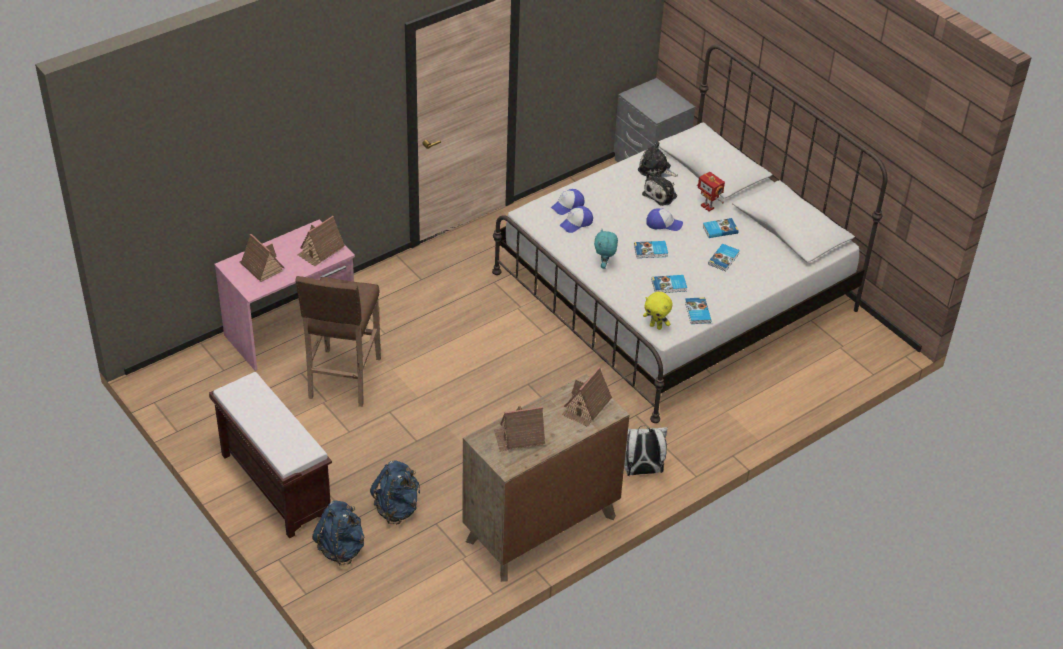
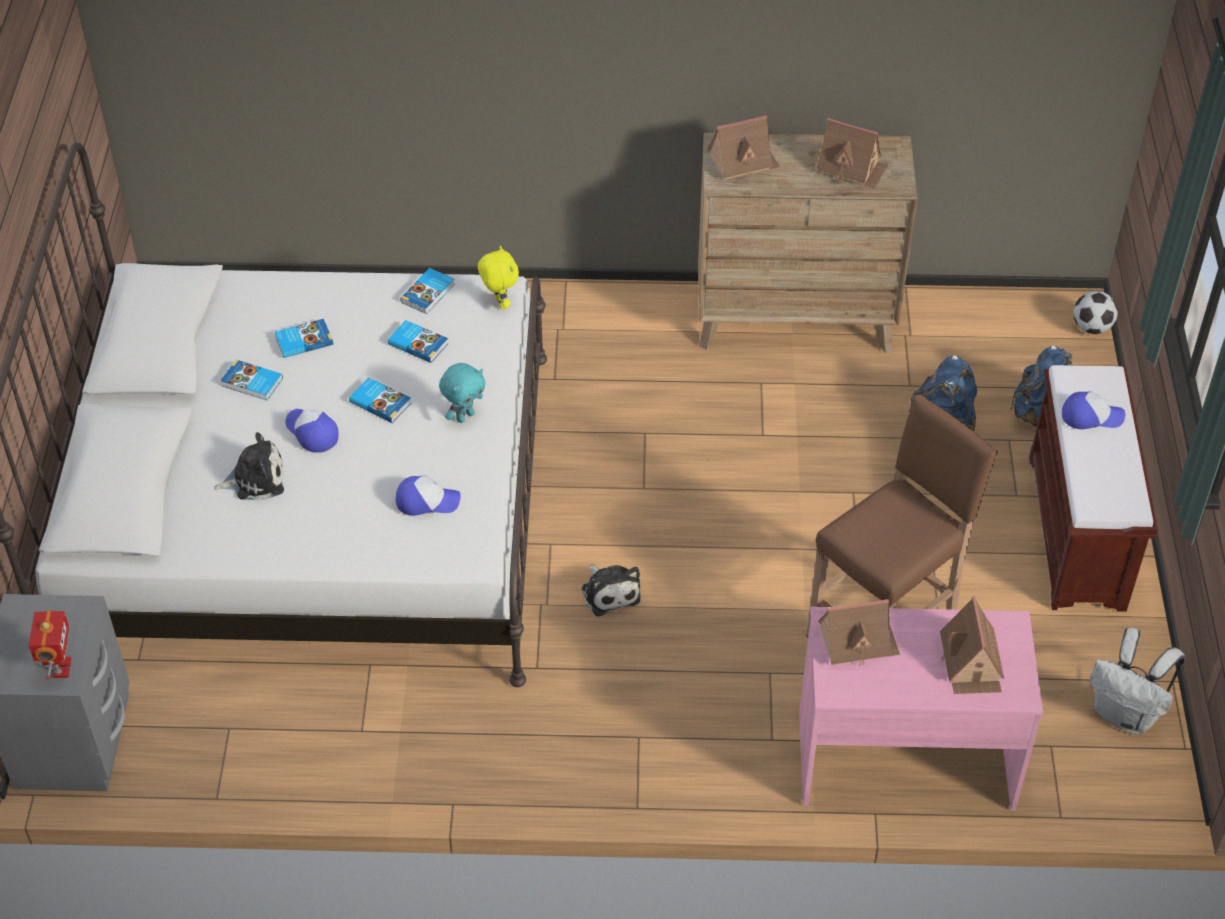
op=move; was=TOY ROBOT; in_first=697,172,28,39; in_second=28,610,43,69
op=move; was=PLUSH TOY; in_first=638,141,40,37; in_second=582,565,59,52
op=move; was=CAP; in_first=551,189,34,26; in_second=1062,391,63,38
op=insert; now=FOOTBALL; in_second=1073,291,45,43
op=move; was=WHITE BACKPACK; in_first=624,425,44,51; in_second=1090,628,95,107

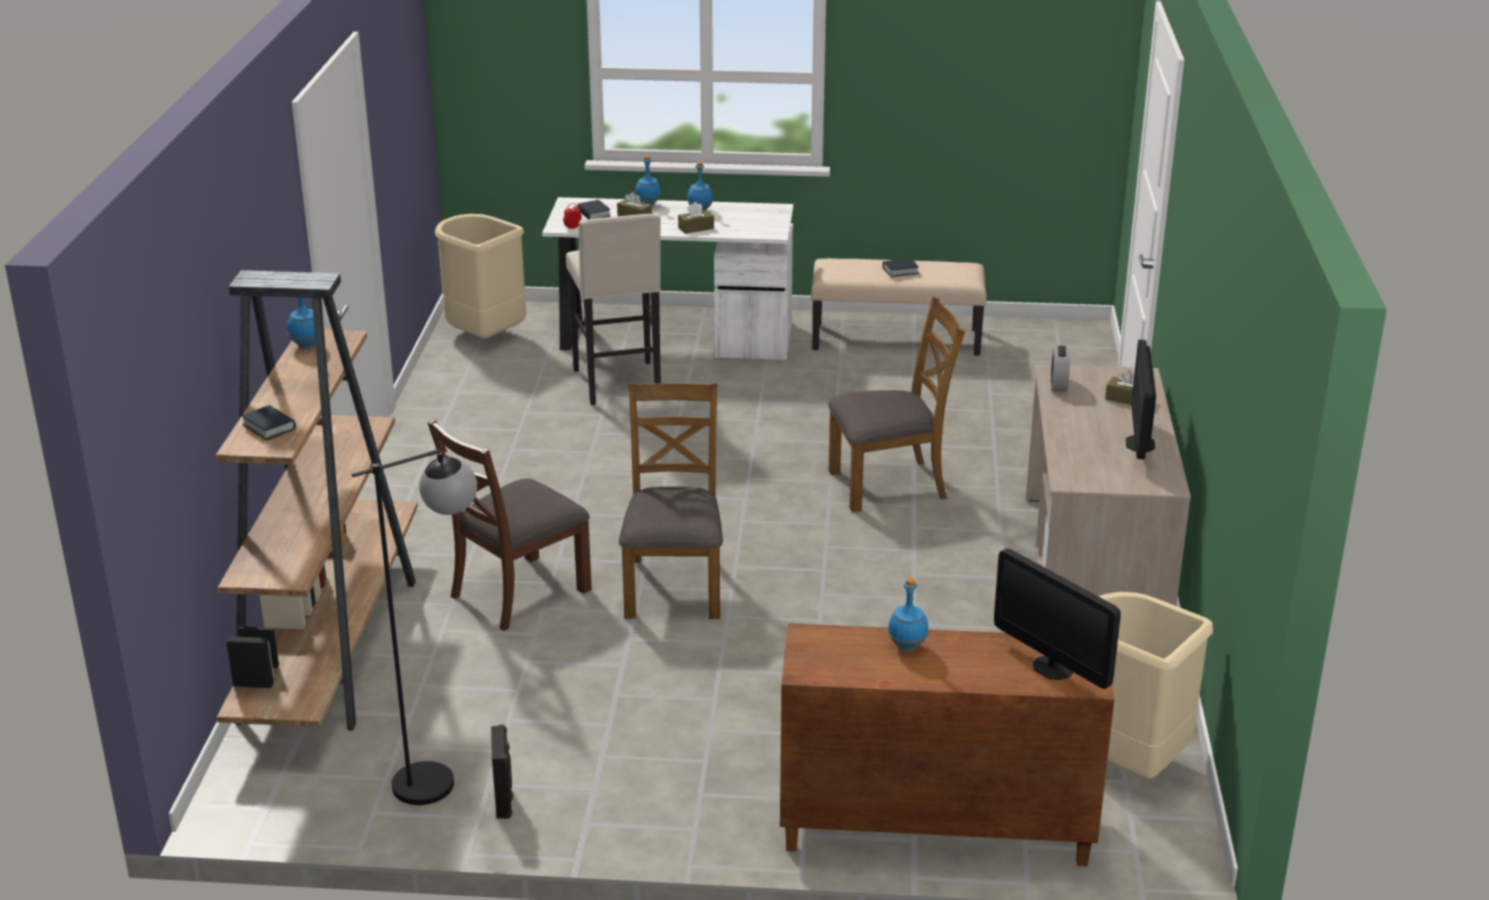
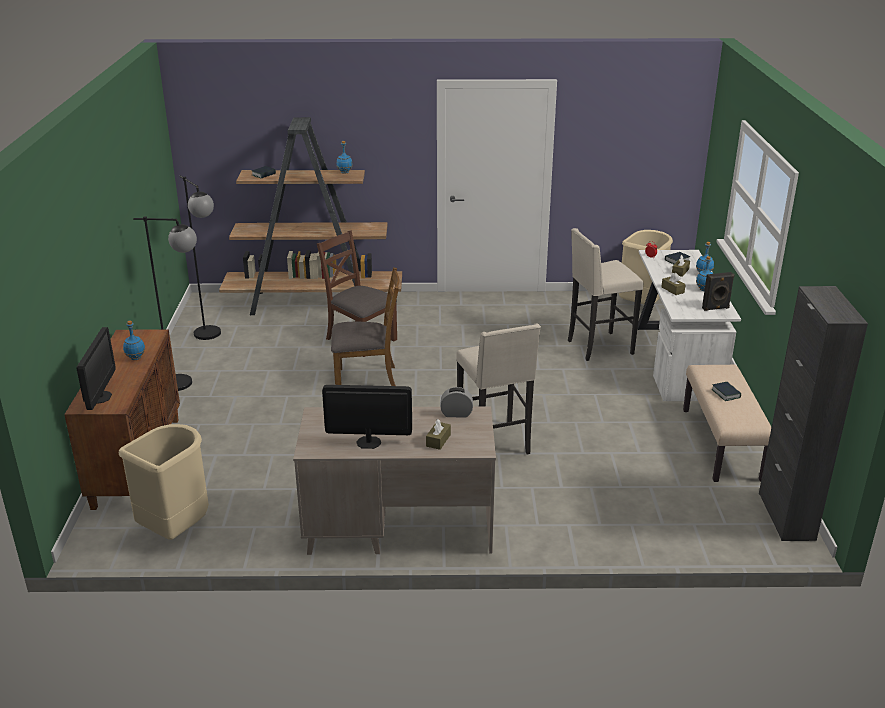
op=rotate; was=MONITOR; in_first=994,548,127,141; in_second=76,327,40,83; clockwise=135
op=insert; now=BLACK FLOOR LAMP; in_second=133,216,64,175
op=replace; was=BROWN CHAIR; now=BEIGE STOOL; in_first=828,297,137,215; in_second=456,323,85,131
op=move; was=BLACK SPEAKER; in_first=491,724,22,95; in_second=702,272,33,39
op=insert; now=BLACK CABINET; in_second=759,286,109,255

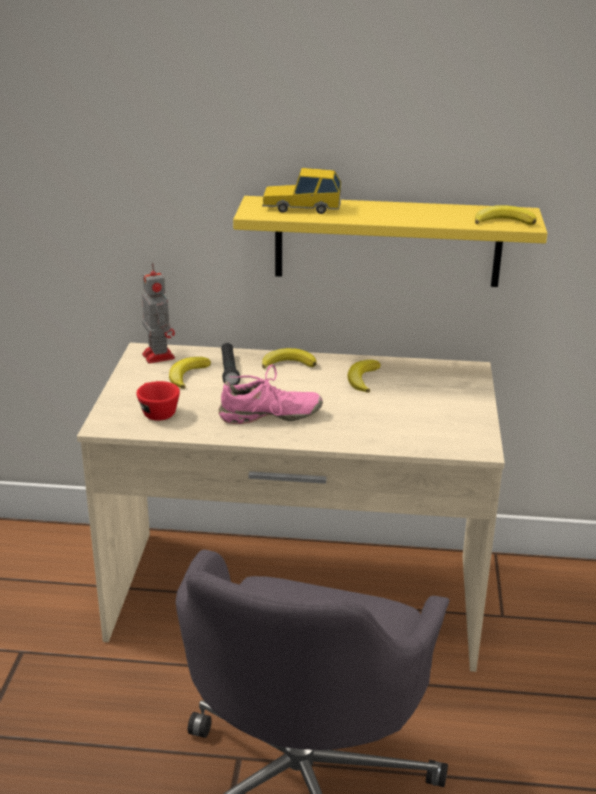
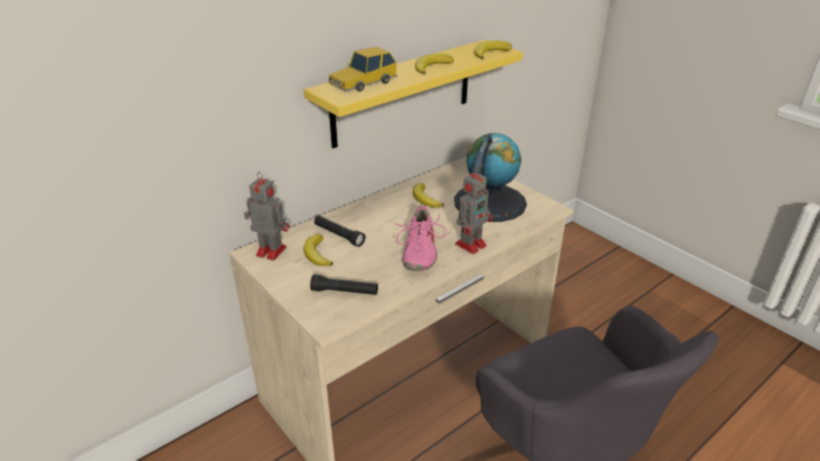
op=replace; was=RED CUP; now=BLACK FLASHLIGHT; in_first=136,381,44,40; in_second=310,274,68,21
op=rotate; was=PINK SHOE; in_first=219,364,104,60; in_second=394,205,52,66; clockwise=150
op=move; was=BANANA; in_first=262,348,55,21; in_second=415,53,39,22
op=insert; now=GLOBE; in_second=454,133,73,89
op=insert; now=TOY ROBOT; in_second=455,166,38,88

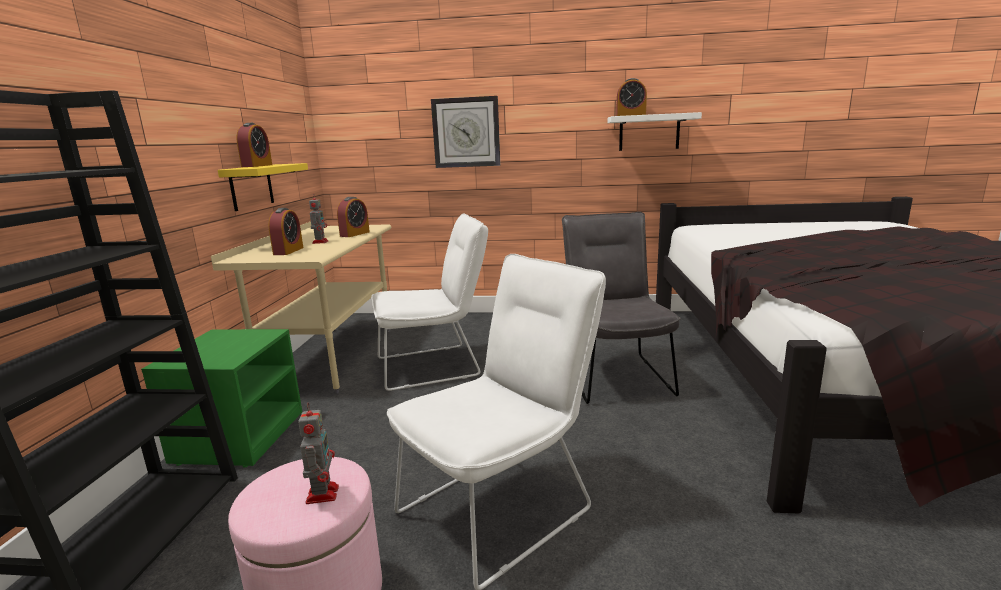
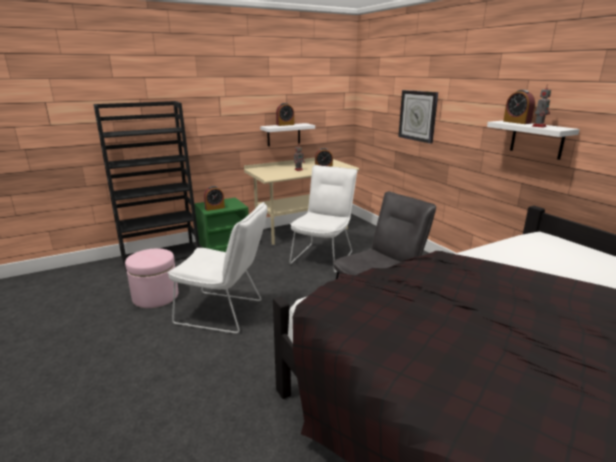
op=move; was=ALARM CLOCK; in_first=269,208,34,47; in_second=204,186,21,25
op=recolor; was=YELLOW SHELF; now=WHITE SHELF; in_first=218,163,90,48; in_second=260,123,55,23
op=rotate; was=WHITE CHAIR; in_first=371,214,117,177; in_second=289,165,68,108; clockwise=-105
op=move; was=TOY ROBOT; in_first=298,403,41,101; in_second=532,84,19,44

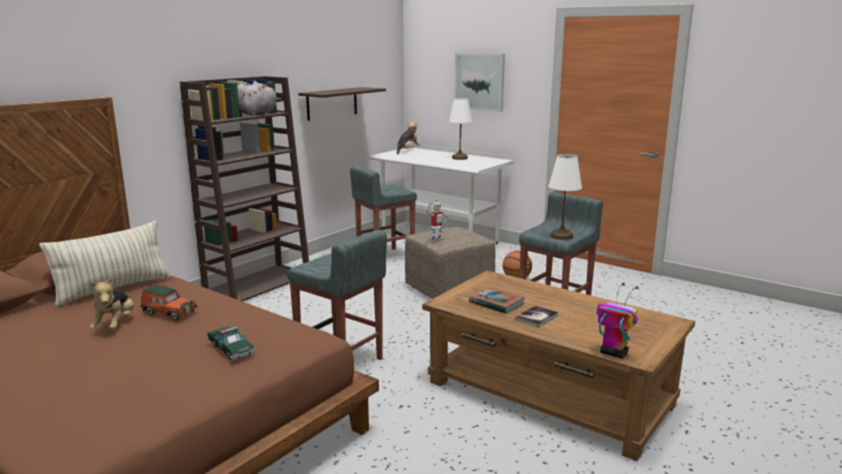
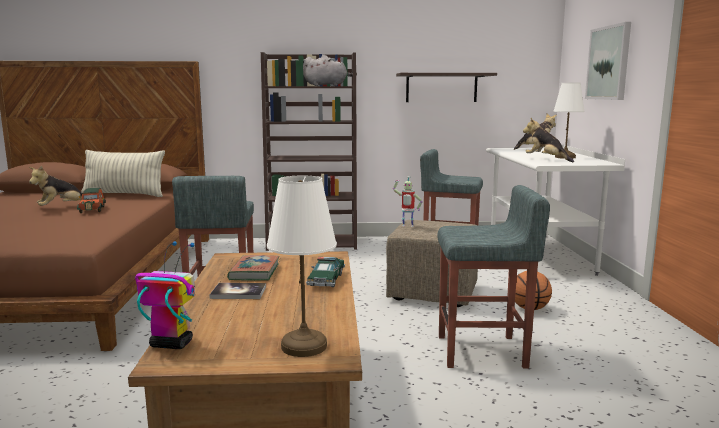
op=rotate; was=TOY ROBOT; in_first=597,283,42,76; in_second=135,241,60,108; clockwise=-75
op=move; was=WHITE TABLE LAMP; in_first=549,154,33,86; in_second=267,176,70,181
op=move; was=TOY CAR; in_first=206,326,50,34; in_second=306,257,39,30
op=insert; now=PLUSH TOY; in_second=523,118,51,44

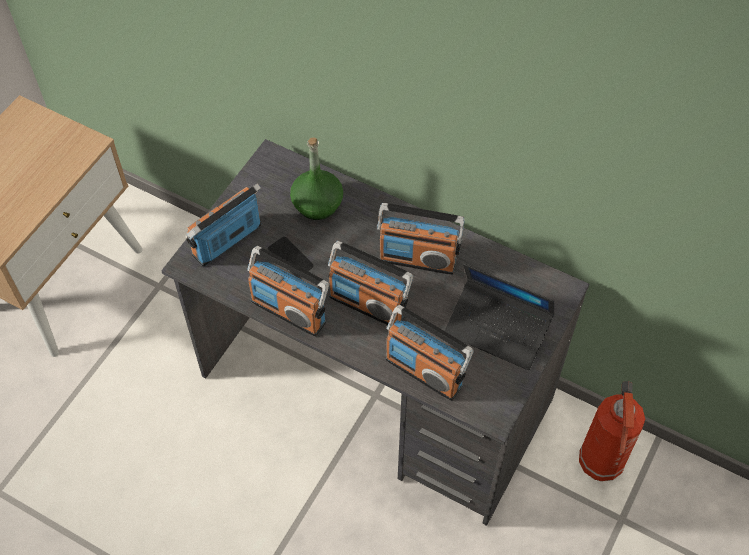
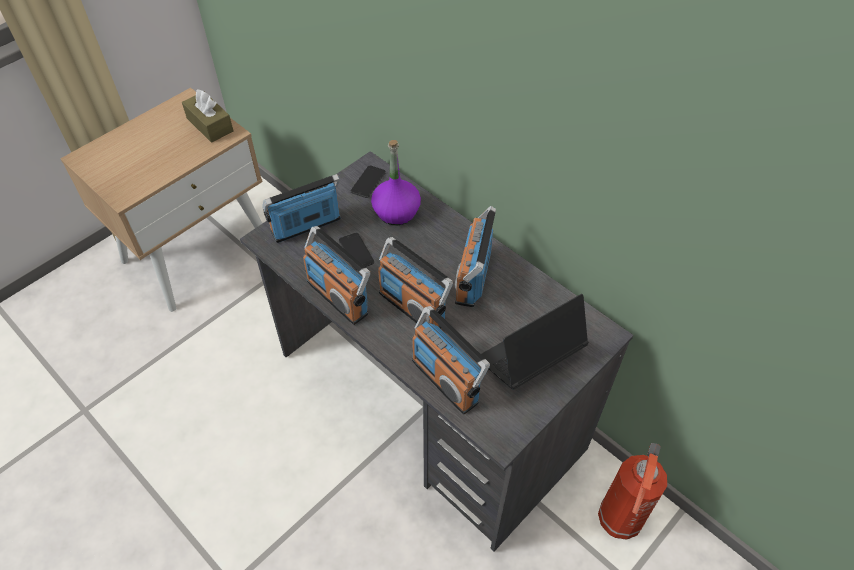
op=insert; now=BROWN TISSUE BOX; in_second=182,89,51,54
op=insert; now=PHONE; in_second=351,166,35,32
op=recolor; was=GREEN BOTTLE; now=PURPLE BOTTLE; in_first=290,137,53,83; in_second=371,140,50,85
op=rotate; was=RADIO; in_first=377,203,88,72; in_second=455,206,41,101; clockwise=75
op=rotate; was=LAPTOP; in_first=445,264,110,106; in_second=481,294,108,96; clockwise=105

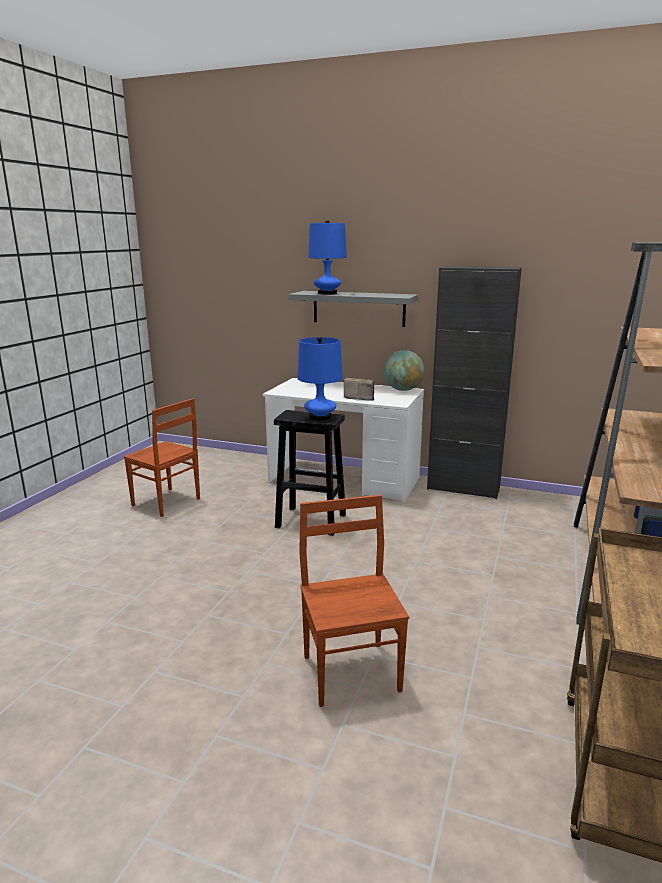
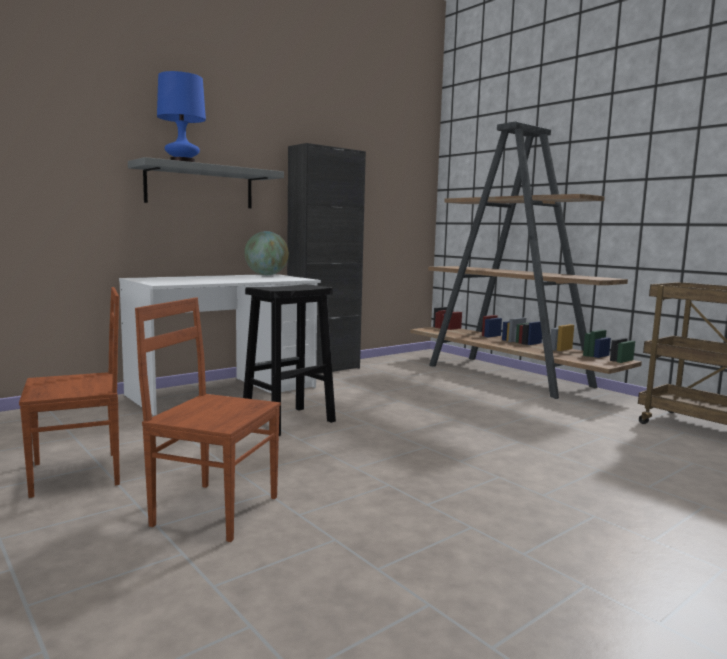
op=move; was=BROWN CHAIR; in_first=299,495,110,212; in_second=135,298,146,244
op=delete; was=BLUE TABLE LAMP; in_first=298,337,45,84
op=delete; was=RADIO; in_first=344,378,31,23

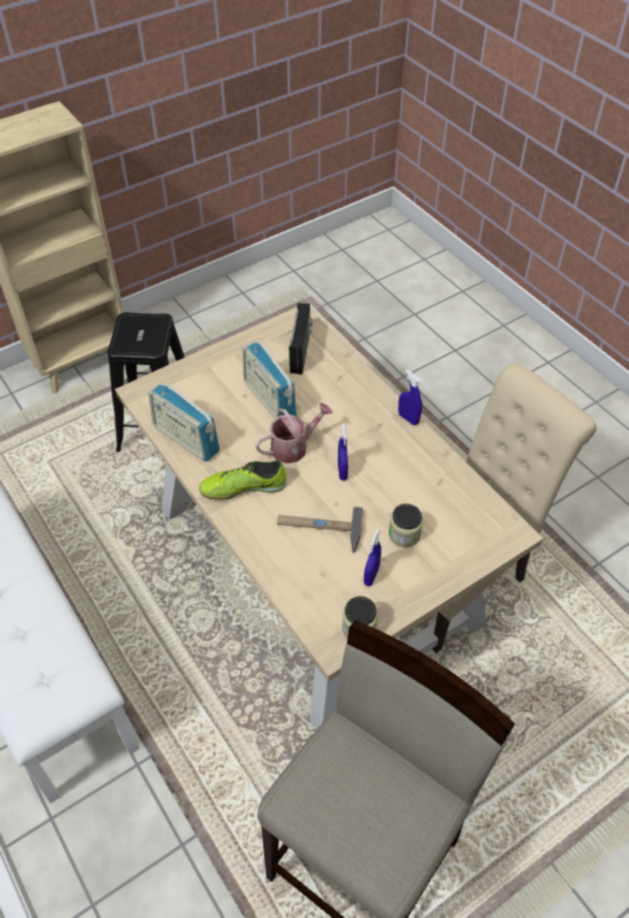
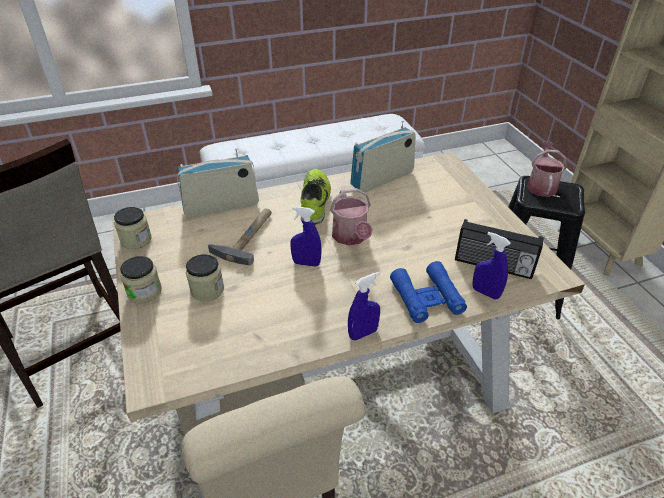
op=insert; now=JAR; in_second=120,256,42,48
op=move; was=RADIO; in_first=242,341,55,78; in_second=177,148,82,70
op=insert; now=BLUE BINOCULARS; in_second=390,261,77,62
op=move; was=BLUE SPRAY BOTTLE; in_first=364,529,17,57; in_second=473,232,38,67
op=insert; now=WATERING CAN; in_second=527,141,40,56

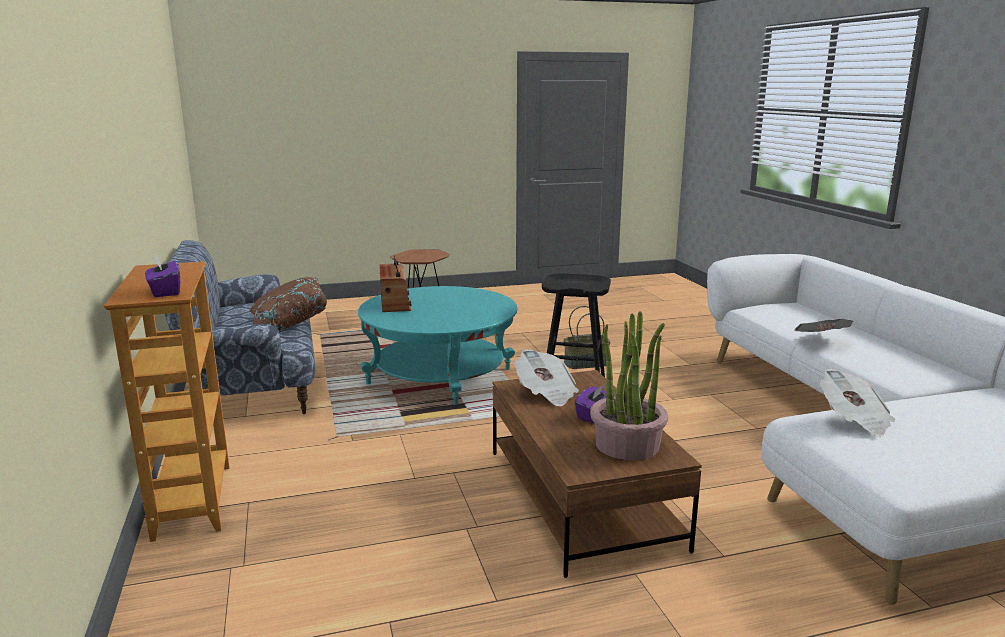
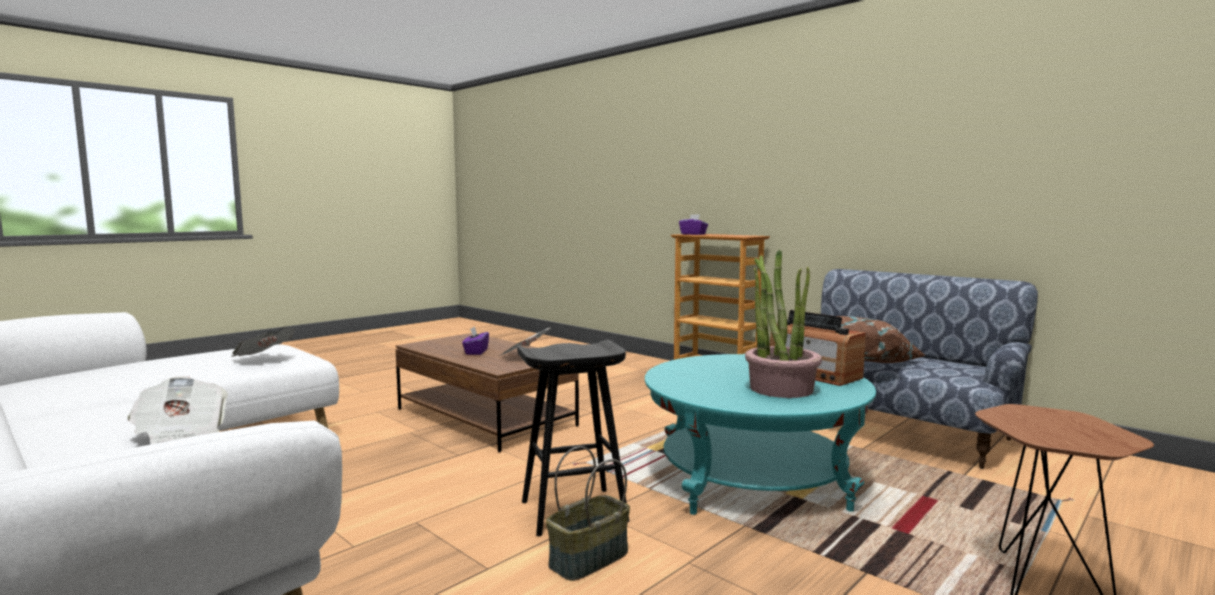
op=move; was=POTTED PLANT; in_first=590,311,78,149; in_second=745,250,77,148

